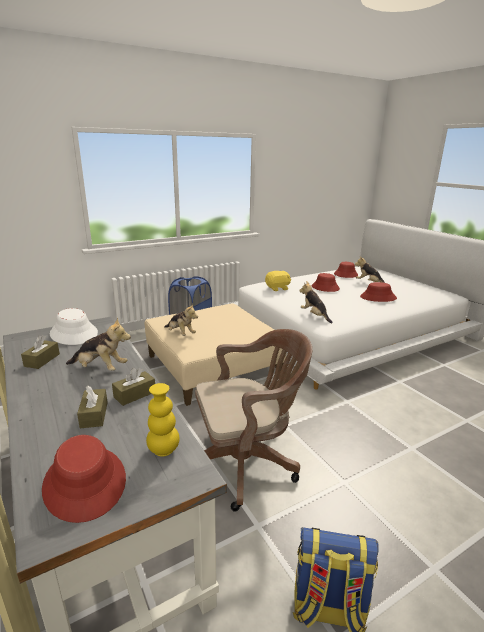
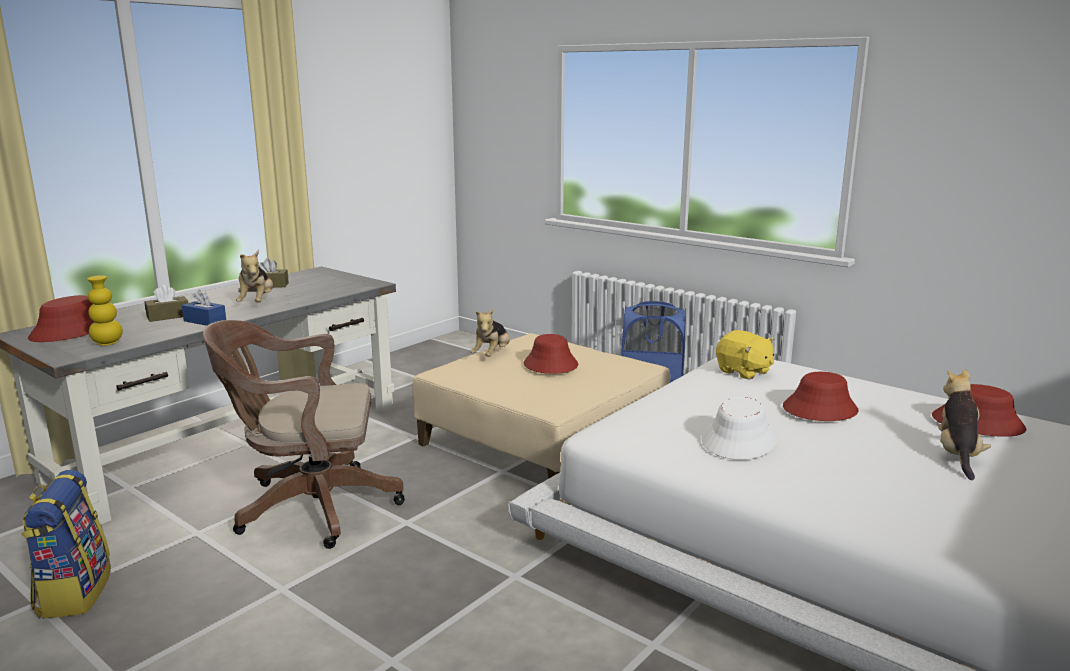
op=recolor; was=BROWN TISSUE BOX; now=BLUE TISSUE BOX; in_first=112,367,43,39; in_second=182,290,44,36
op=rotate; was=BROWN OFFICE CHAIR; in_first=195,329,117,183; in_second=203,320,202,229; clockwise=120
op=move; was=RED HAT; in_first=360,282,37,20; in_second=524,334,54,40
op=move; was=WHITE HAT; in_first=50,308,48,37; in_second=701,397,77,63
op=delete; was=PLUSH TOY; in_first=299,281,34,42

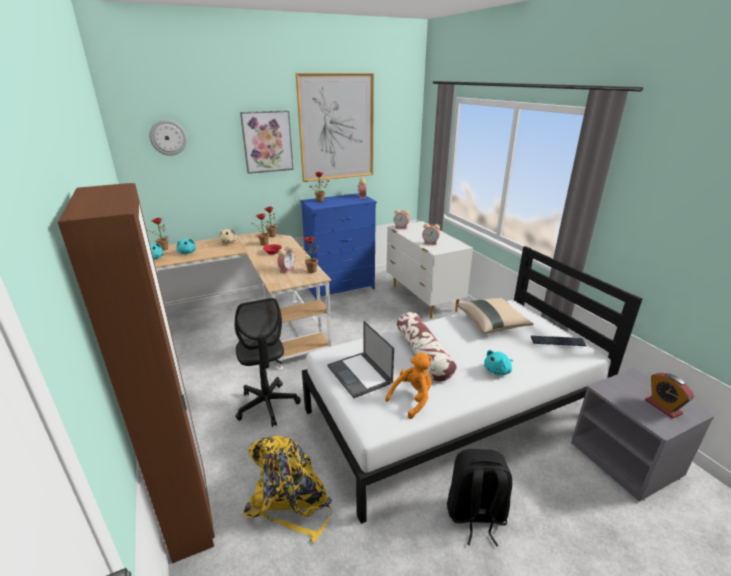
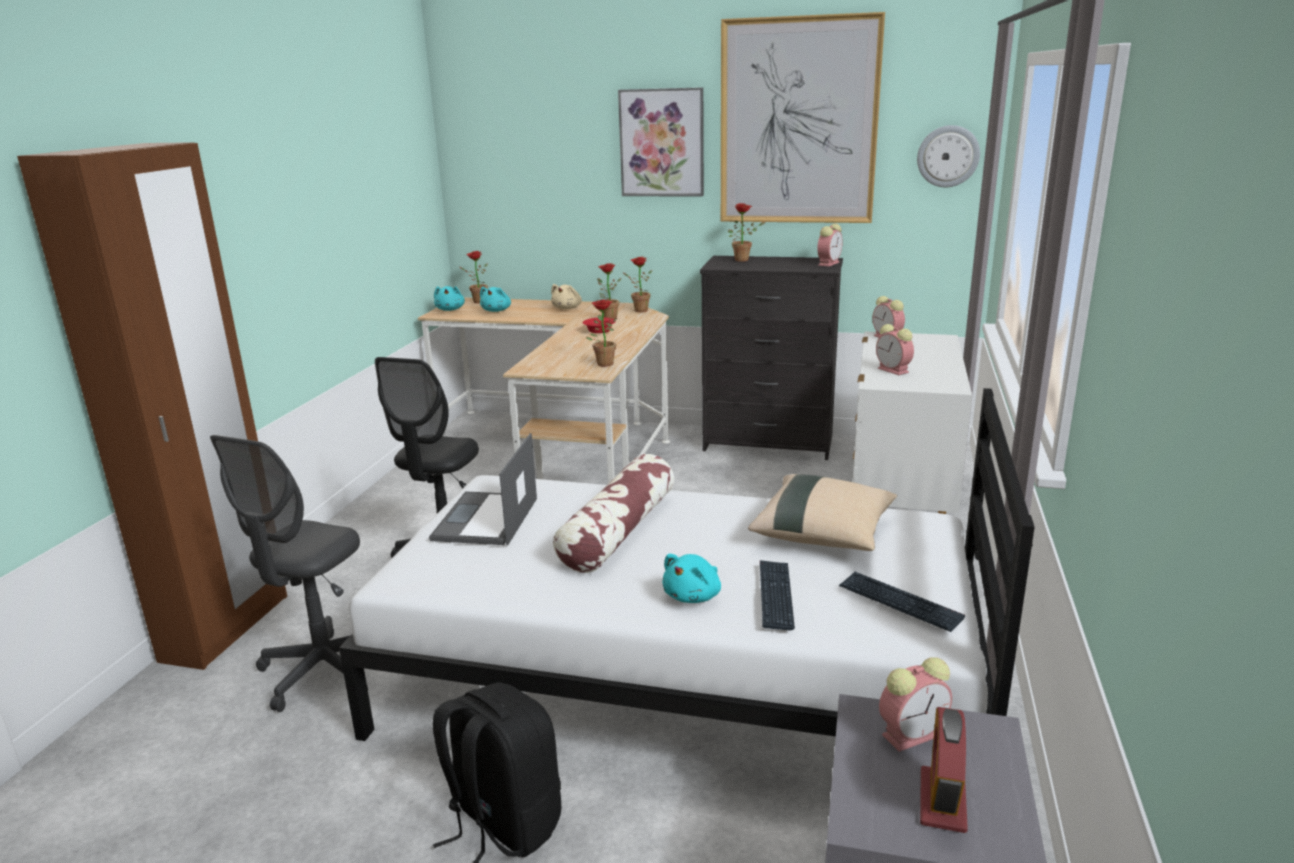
op=replace; was=YELLOW BACKPACK; now=GREY OFFICE CHAIR; in_first=243,436,89,107; in_second=210,435,158,277
op=rotate; was=TURQUOISE PLUSH TOY; in_first=484,350,29,25; in_second=662,554,59,49; clockwise=-60
op=recolor; was=BLUE DRESSER; now=BLACK DRESSER; in_first=300,193,77,106; in_second=700,256,143,204
op=insert; now=KEYBOARD; in_second=760,560,35,71
op=move; was=ALARM CLOCK; in_first=277,245,18,28; in_second=879,657,73,95
op=move; was=WALL CLOCK; in_first=149,120,38,36; in_second=917,125,63,62
op=delete; was=ORANGE PLUSH TOY; in_first=385,352,47,67

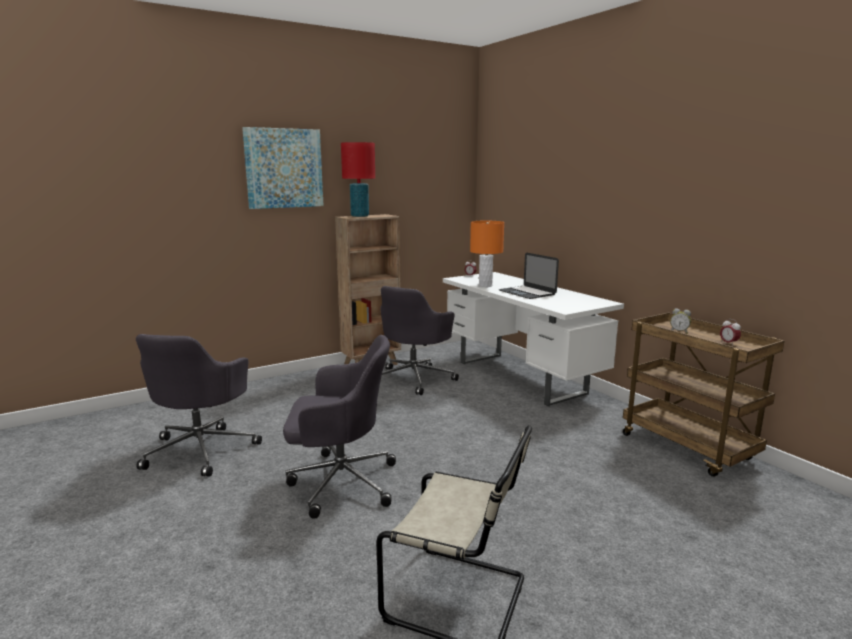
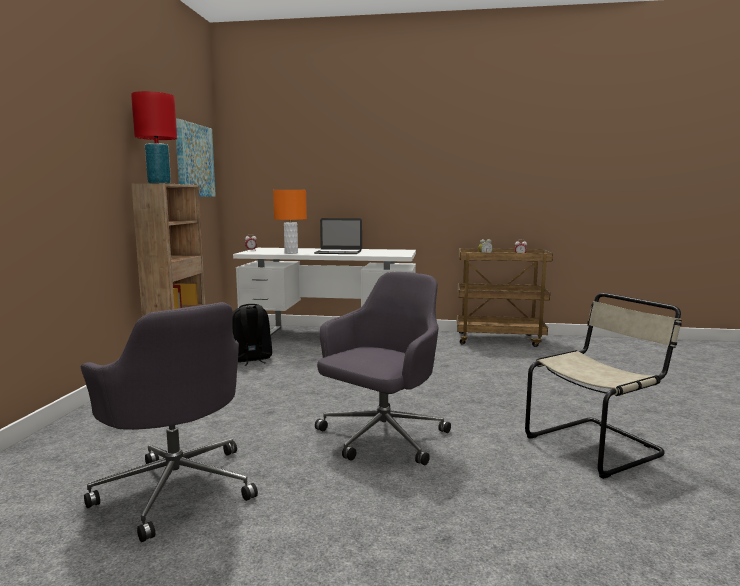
op=move; was=PICTURE; in_first=242,127,82,82; in_second=176,119,40,78
op=replace; was=GREY OFFICE CHAIR; now=BLACK BACKPACK; in_first=380,286,79,109; in_second=232,304,40,62

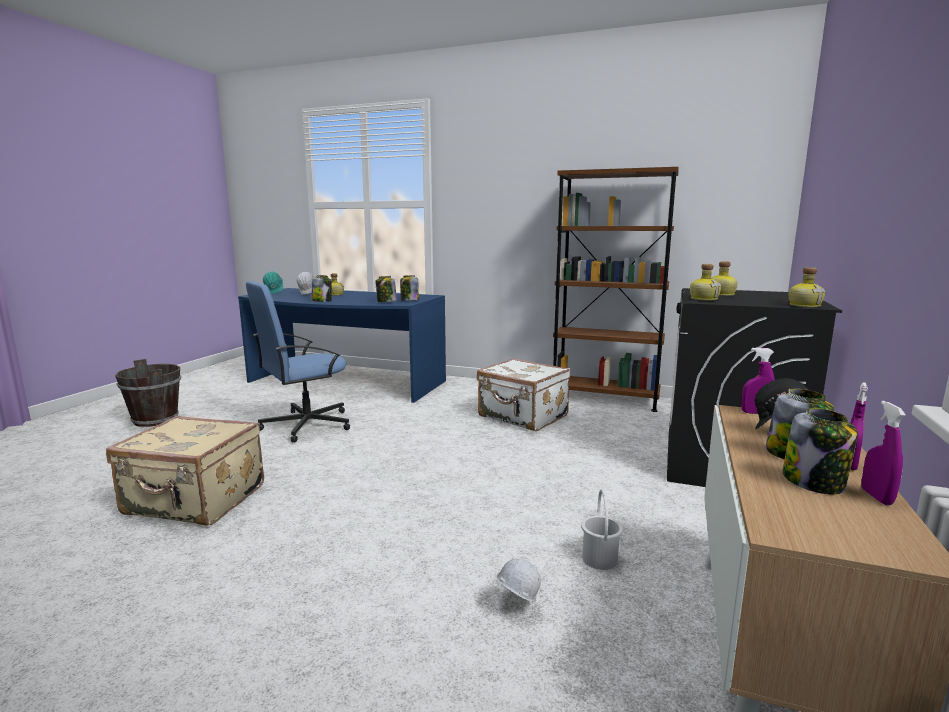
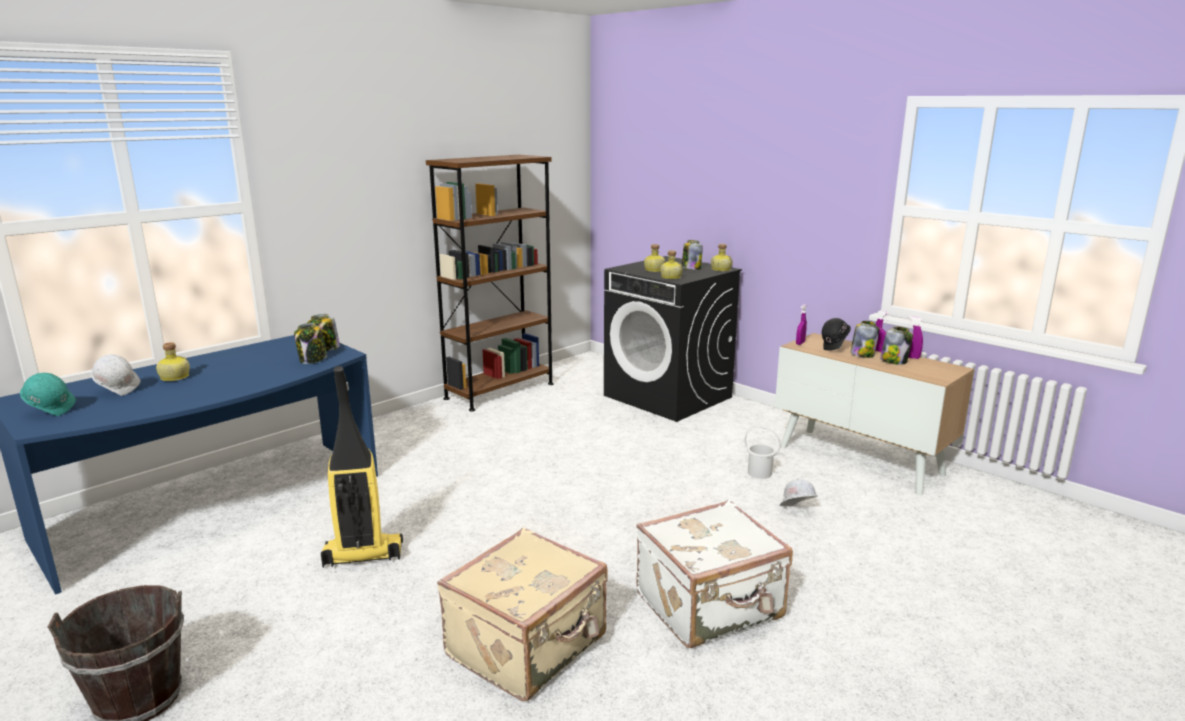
op=replace; was=BLUE OFFICE CHAIR; now=VACUUM CLEANER; in_first=246,281,104,162; in_second=321,366,82,202
op=move; was=WHITE SUITCASE; in_first=477,358,94,73; in_second=636,500,157,148
op=move; was=JAR; in_first=312,275,20,27; in_second=682,240,21,30

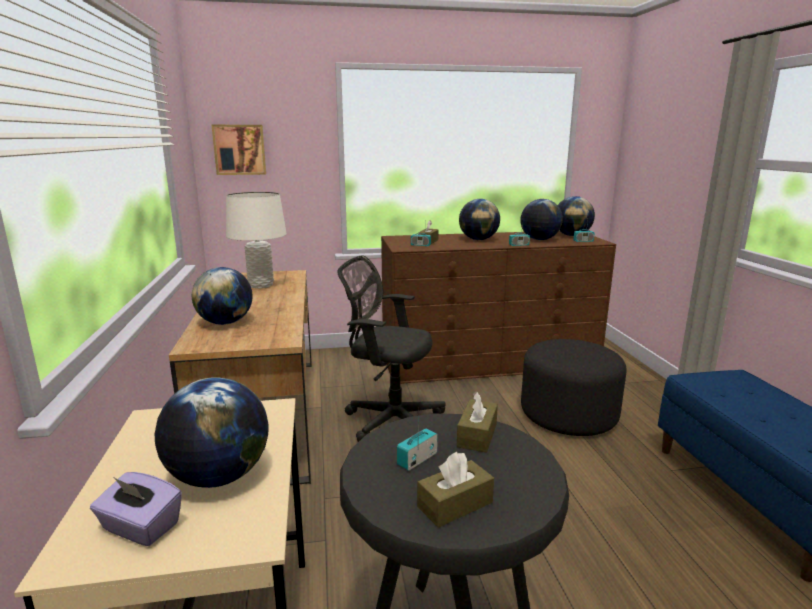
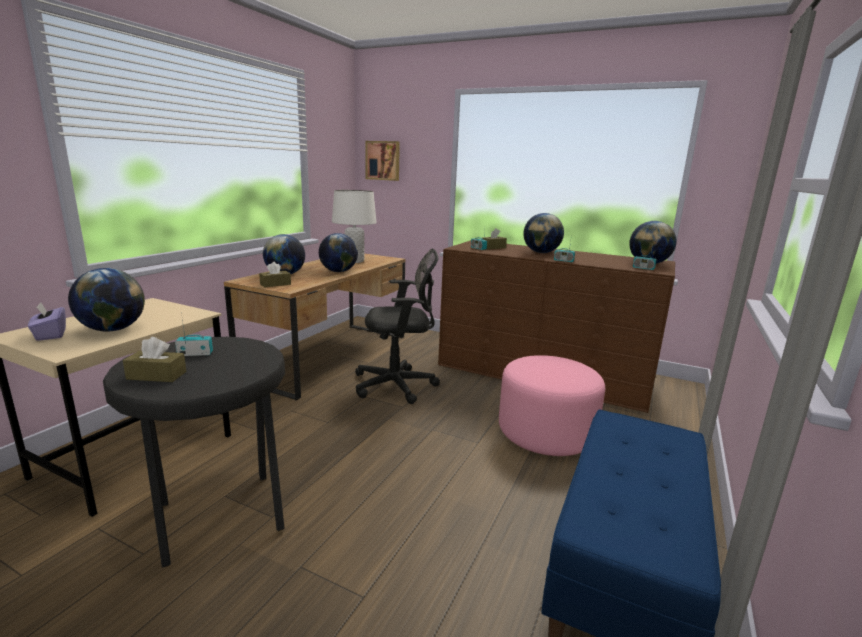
op=move; was=BROWN TISSUE BOX; in_first=457,391,41,62; in_second=259,262,32,25
op=move; was=GLOBE; in_first=520,199,43,41; in_second=319,233,39,39
op=rotate; was=BLACK OFFICE CHAIR; in_first=337,255,109,187; in_second=355,248,85,156; clockwise=120
op=recolor; was=BLACK OTTOMAN; now=PINK OTTOMAN; in_first=521,339,106,97; in_second=499,355,106,101

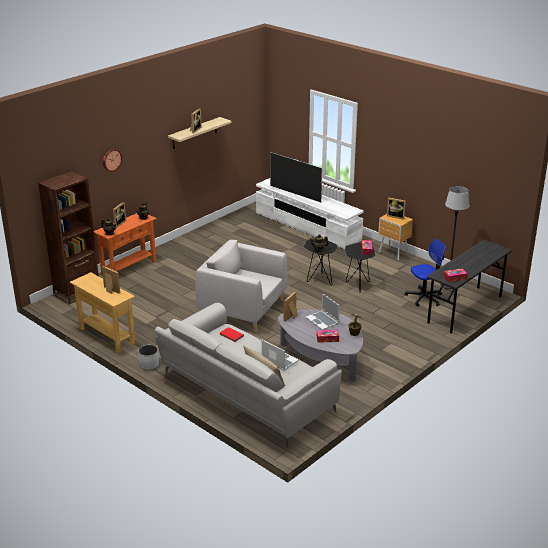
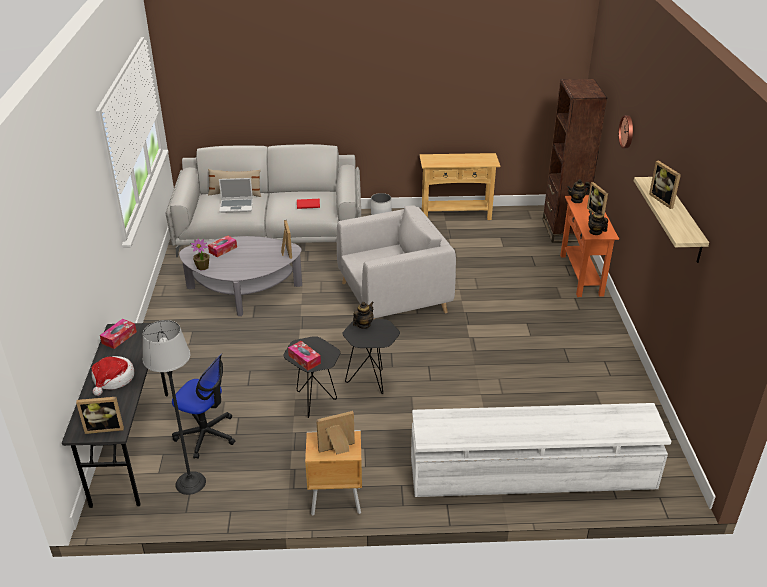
op=move; was=PICTURE FRAME; in_first=102,266,18,28; in_second=76,397,48,37
op=insert; now=HAT; in_second=92,356,42,40
op=rotate; was=OFFICE CHAIR; in_first=405,239,41,68; in_second=172,353,63,106; clockwise=-90
op=delete; was=TELEVISION; in_first=270,152,53,51
op=delete; was=LAPTOP; in_first=306,293,34,37

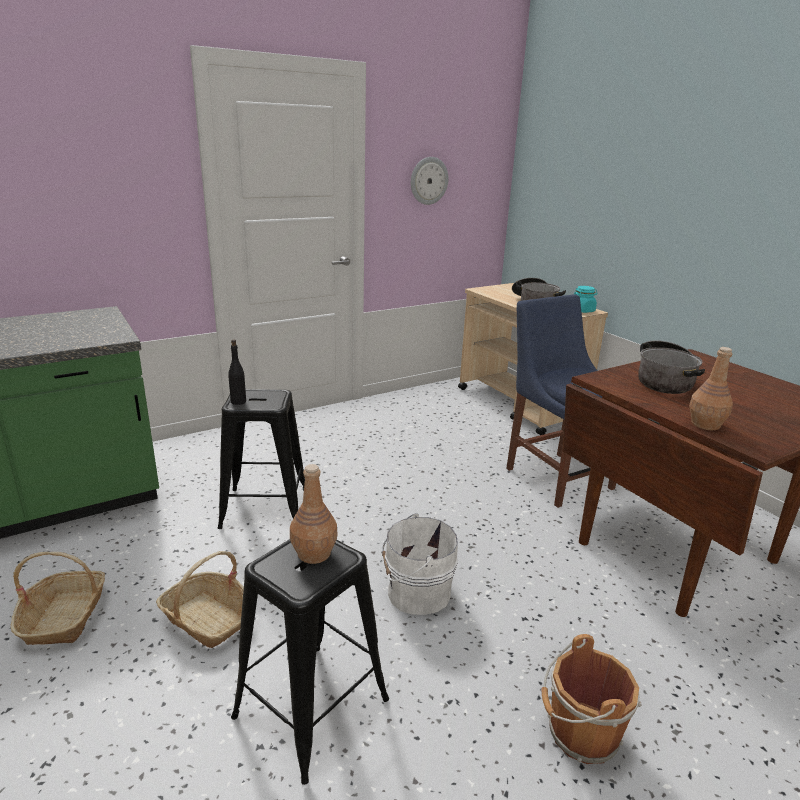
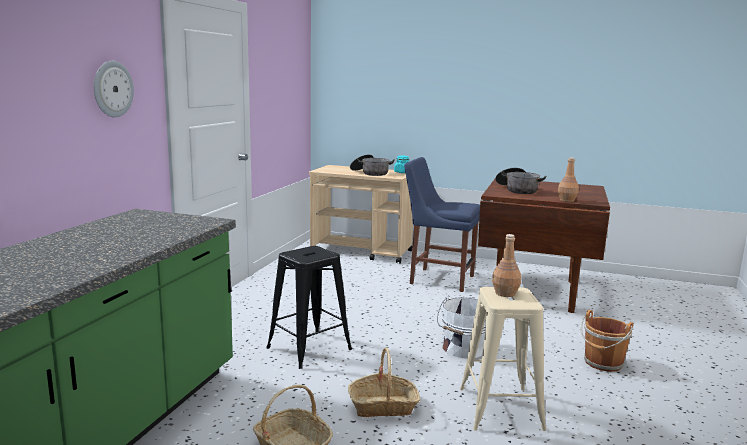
op=move; was=WALL CLOCK; in_first=411,157,38,48; in_second=94,61,40,56
op=recolor; was=BLACK STOOL; now=BEIGE STOOL; in_first=231,539,158,246; in_second=460,287,87,144
op=delete; was=BLACK BOTTLE; in_first=228,340,18,65

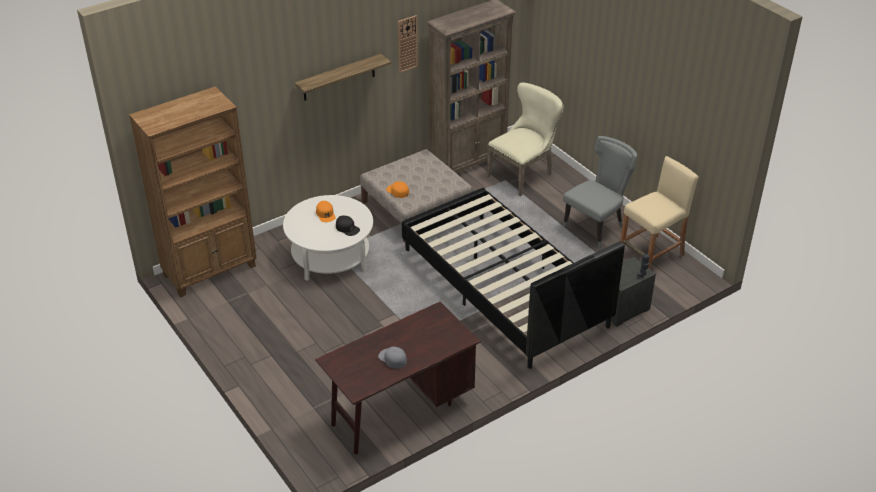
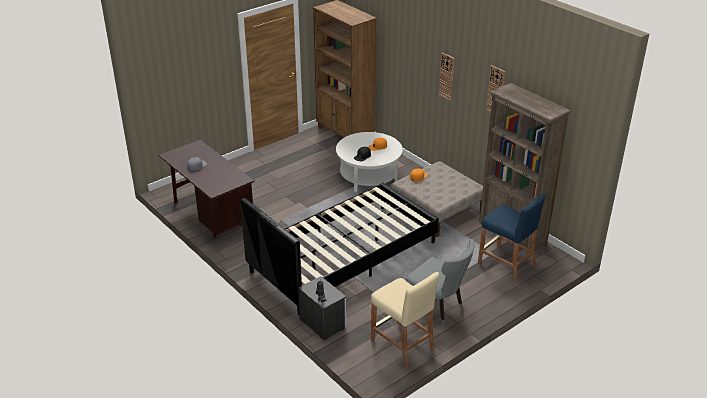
op=replace; was=SHELF; now=WALL CLOCK; in_first=295,54,96,47; in_second=438,52,17,49
op=replace; was=BEIGE CHAIR; now=BLUE STOOL; in_first=487,83,76,113; in_second=478,194,68,88

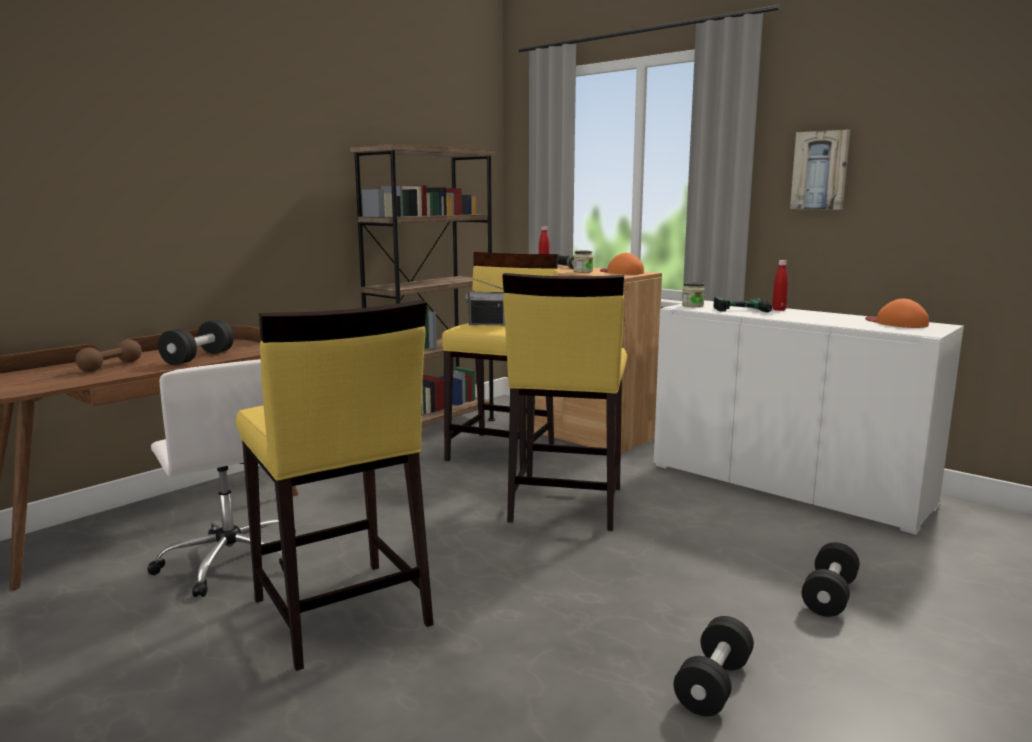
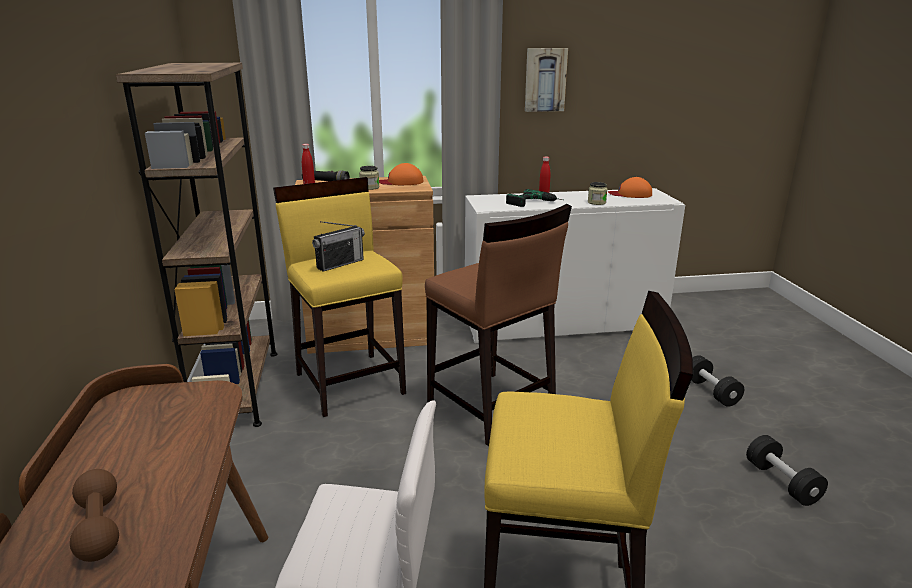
op=recolor; was=YELLOW STOOL; now=BROWN STOOL; in_first=502,273,125,258; in_second=425,204,147,242
op=move; was=JAR; in_first=682,282,23,25; in_second=588,182,19,23
op=delete; was=BLACK DUMBBELL; in_first=158,320,76,45

